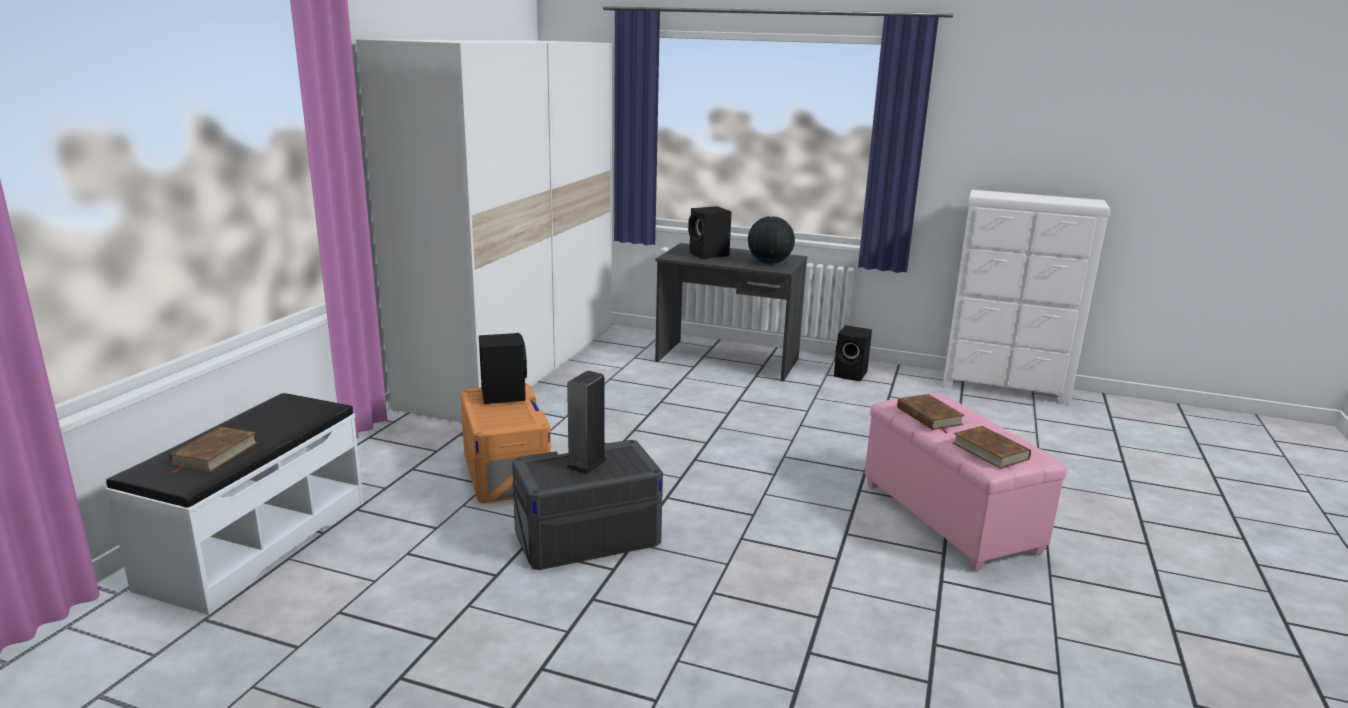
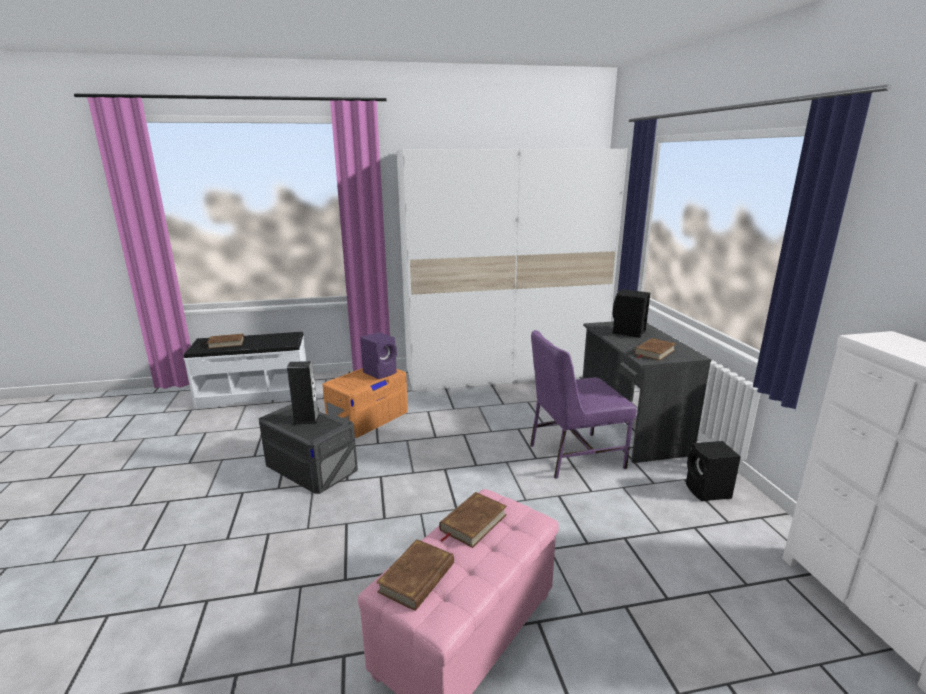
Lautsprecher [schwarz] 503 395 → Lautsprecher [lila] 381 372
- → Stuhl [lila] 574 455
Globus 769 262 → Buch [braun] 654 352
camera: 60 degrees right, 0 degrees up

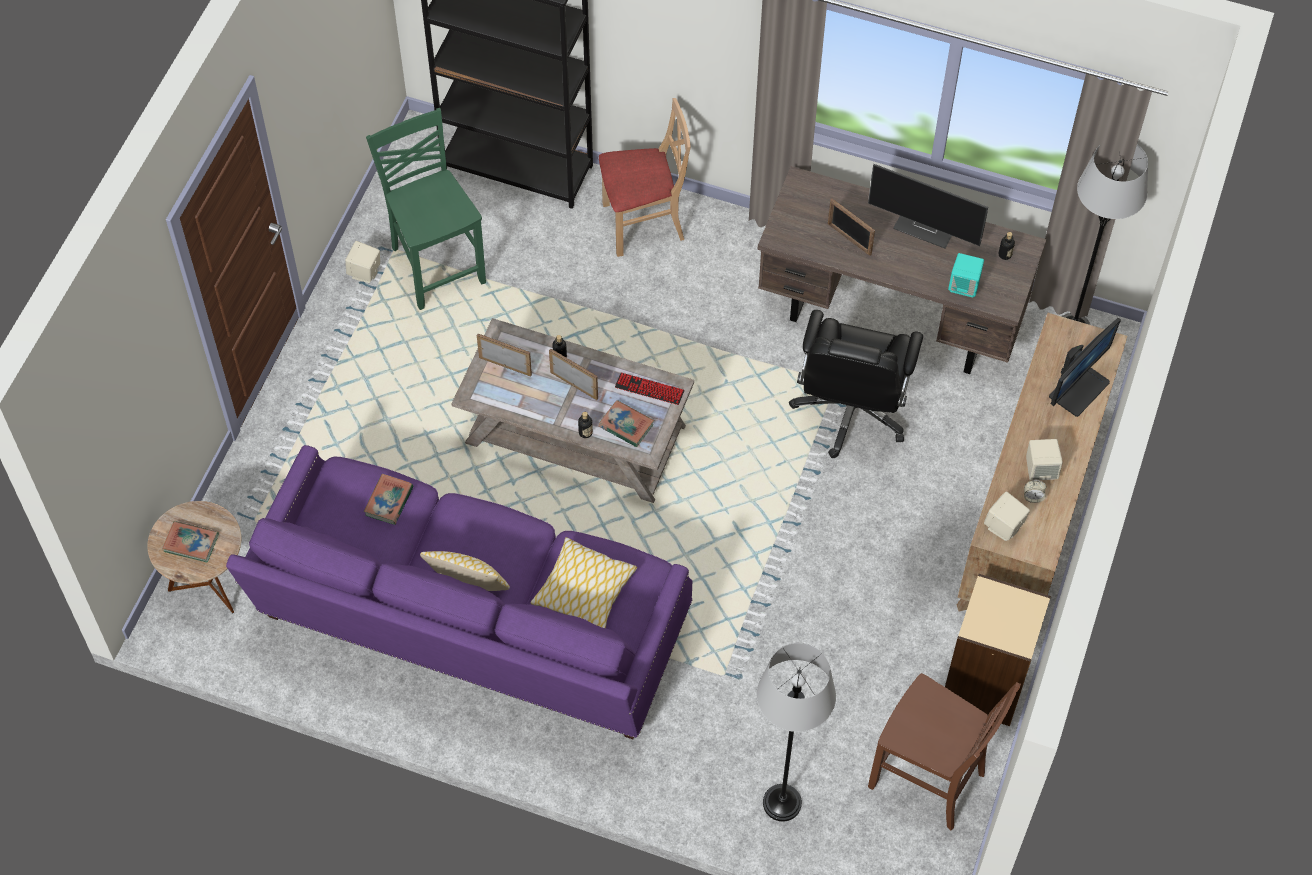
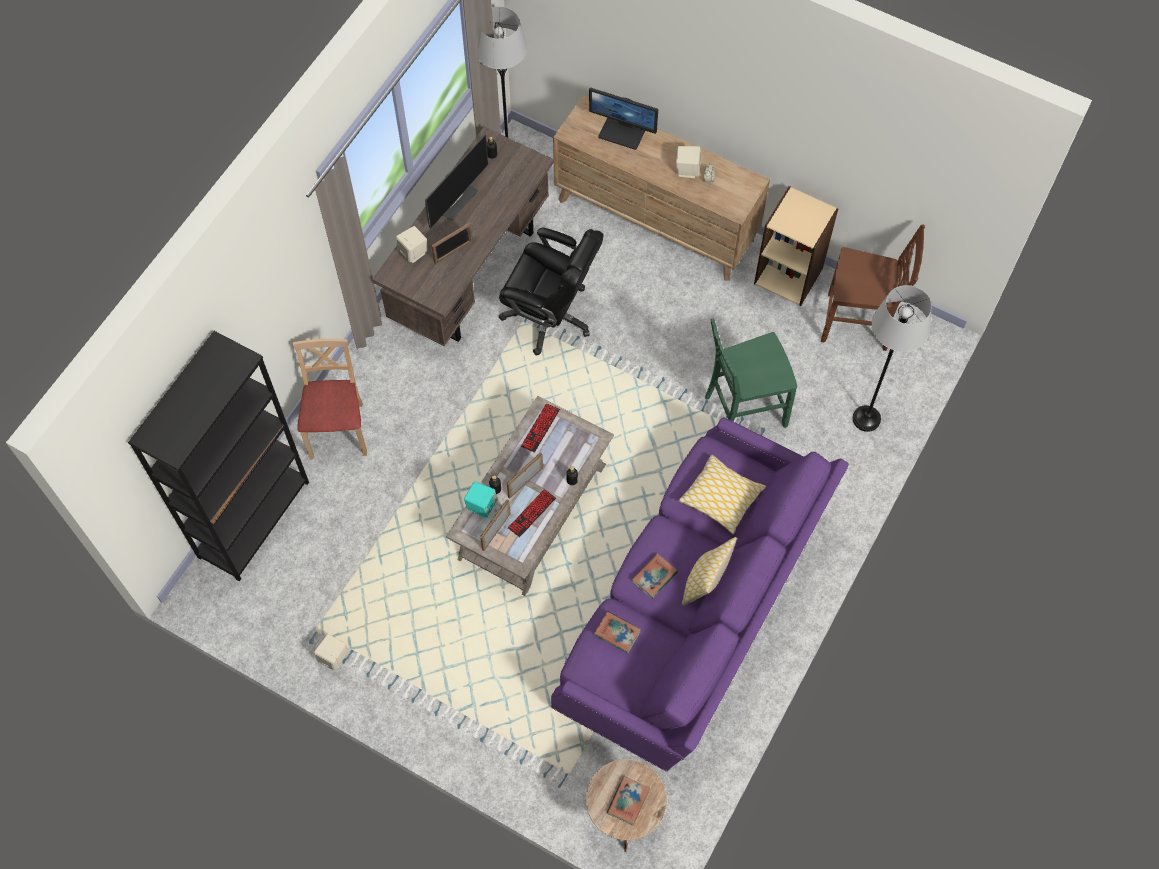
Lautsprecher [beige] 1004 527 → Lautsprecher [beige] 413 252, shifted
Lautsprecher [türkis] 964 286 → Lautsprecher [türkis] 481 505, shifted
- → Tastatur 532 513
Monitor 1078 388 → Monitor 622 133, 150 degrees clockwise
Buch 626 425 → Buch 654 577, shifted
Stuhl [grün] 436 264 → Stuhl [grün] 743 410, shifted
Stuhl [braun] 929 780 → Stuhl [braun] 858 324, 60 degrees clockwise
camera: 80 degrees left, 5 degrees up

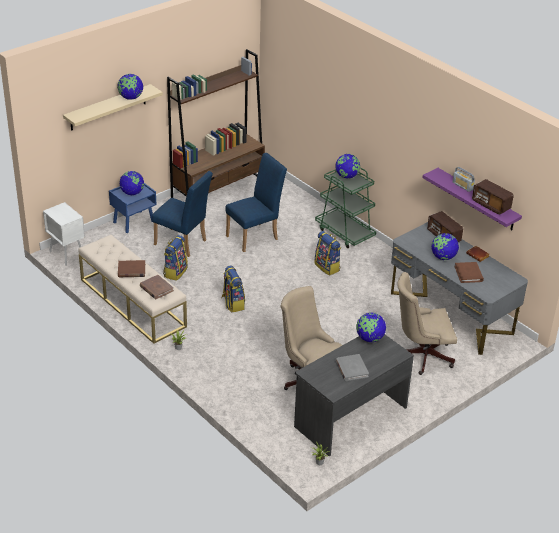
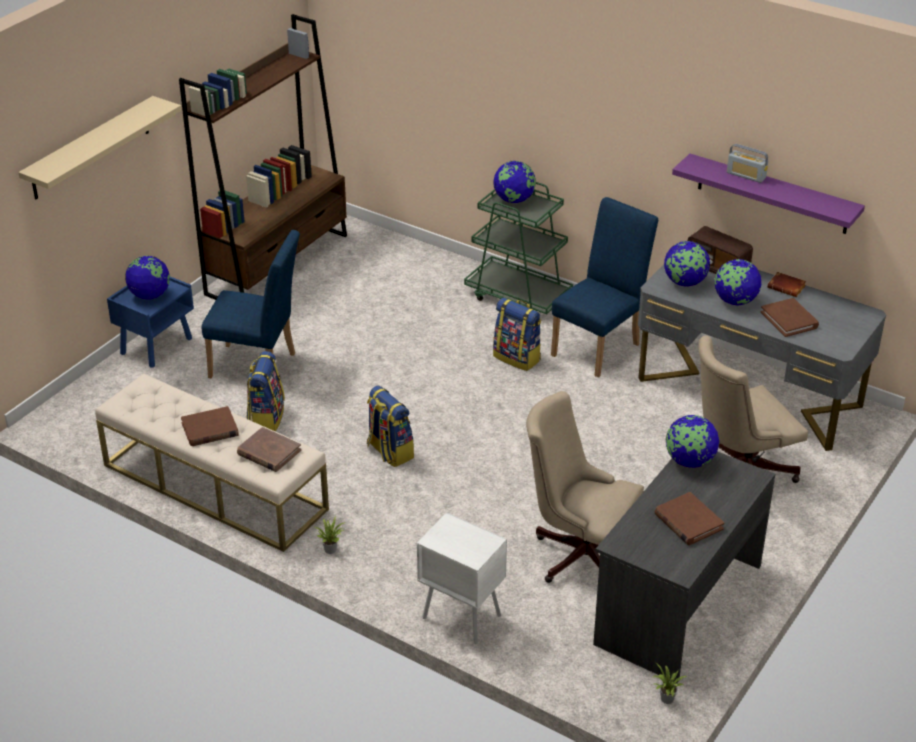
Nachttisch [weiß] 67 254 → Nachttisch [weiß] 460 616, shifted
Stuhl [blau] 255 236 → Stuhl [blau] 600 346, shifted
Buch [grau] 351 369 → Buch [braun] 688 521
Globus 130 98 → Globus 685 283, shifted
Radio 491 205 → -
camera: 15 degrees left, 0 degrees up

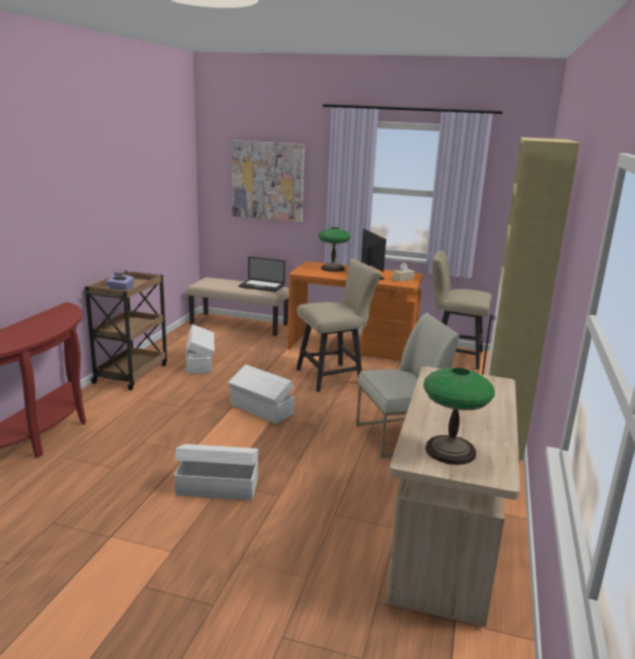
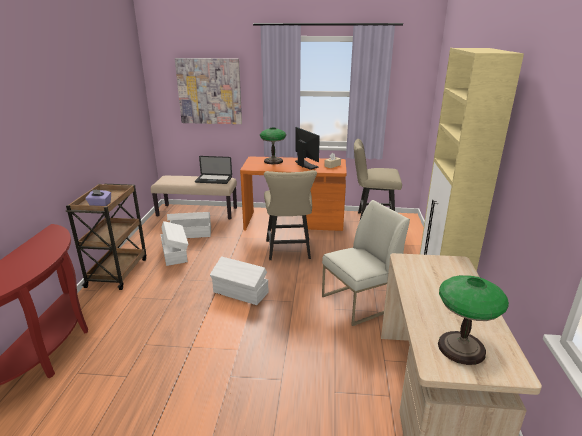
Aufbewahrungsbox [weiß] 217 487 → Aufbewahrungsbox [weiß] 190 233, shifted
Stuhl [beige] 334 376 → Stuhl [beige] 289 251, 120 degrees clockwise
camera: 10 degrees left, 5 degrees up

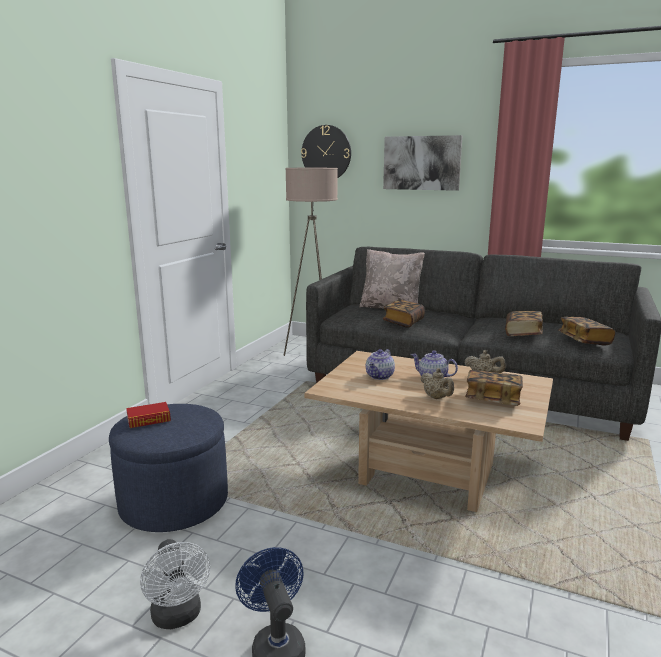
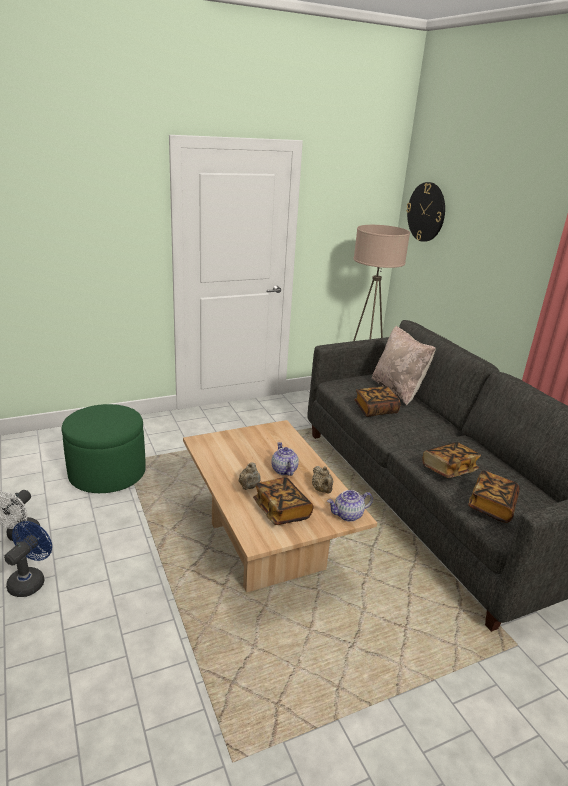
Polsterhocker [blau] 174 502 → Polsterhocker [grün] 107 473
Teekanne 380 376 → Teekanne 348 515, shifted
Buch 149 419 → -
Bild 422 163 → -
camera: 40 degrees right, 10 degrees up

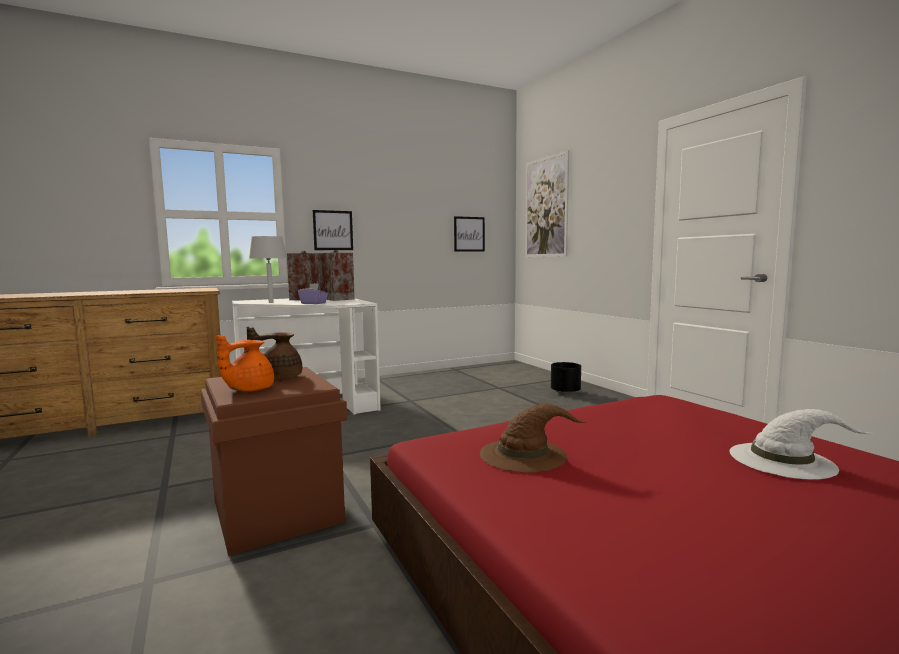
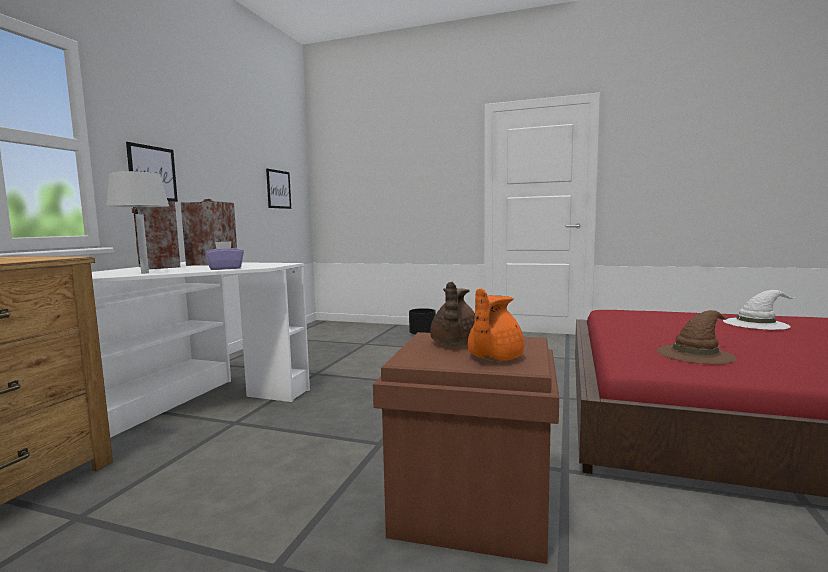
Teekanne [orange] 248 390 → Teekanne [orange] 493 358, 45 degrees clockwise
Bild 546 207 → -
camera: 45 degrees left, 0 degrees up

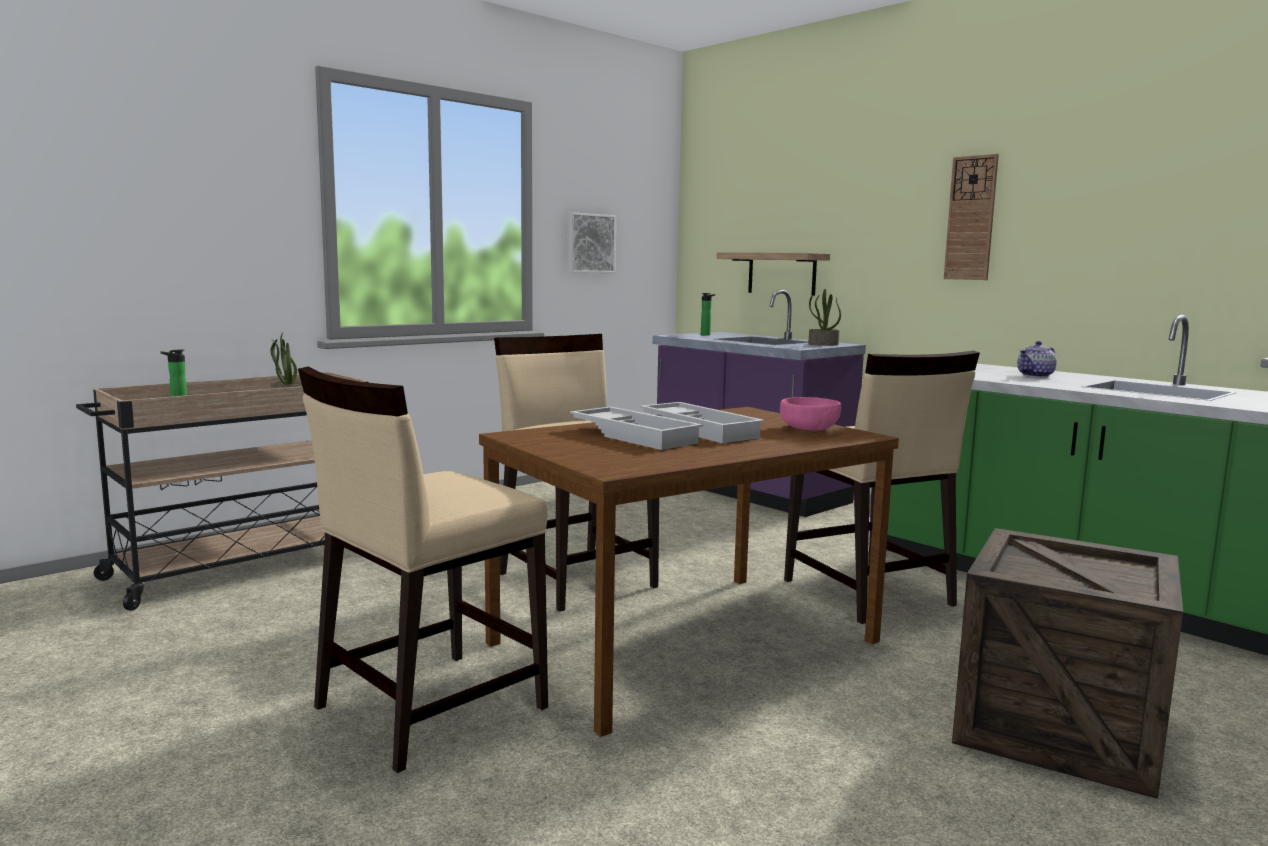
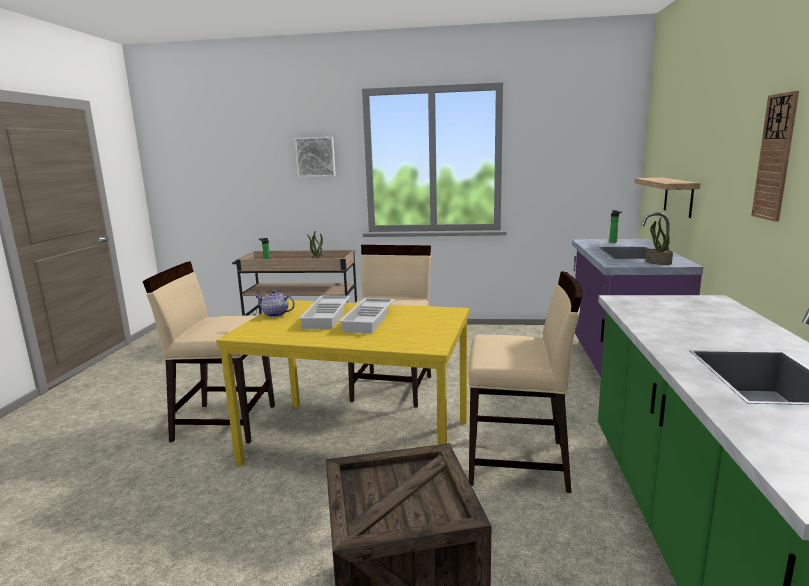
Esstisch [braun] 684 643 → Esstisch [gelb] 356 442
Teekanne 1036 375 → Teekanne 276 314, shifted
Bild 589 243 → Bild 315 157, shifted
Stuhl [beige] 867 593 → Stuhl [beige] 518 463, 105 degrees counterclockwise
Schüssel [rosa] 809 428 → -
camera: 50 degrees right, 5 degrees up

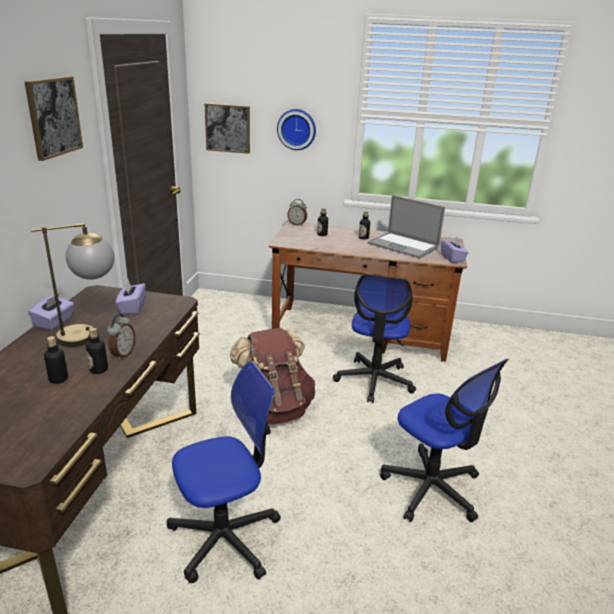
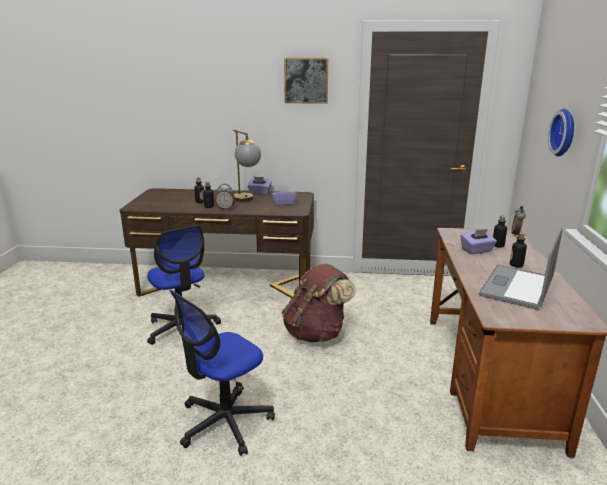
Taschentuchbox [lila] 452 258 → Taschentuchbox [lila] 477 250, shifted
Bild 228 128 → -
Bürostuhl 374 380 → -
camera: 85 degrees right, 5 degrees down

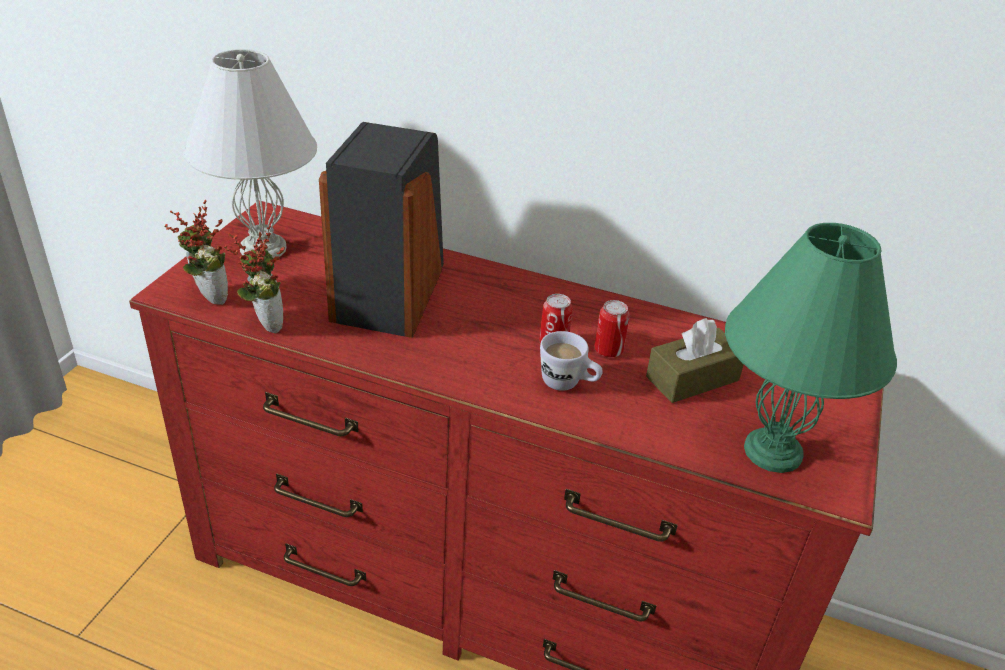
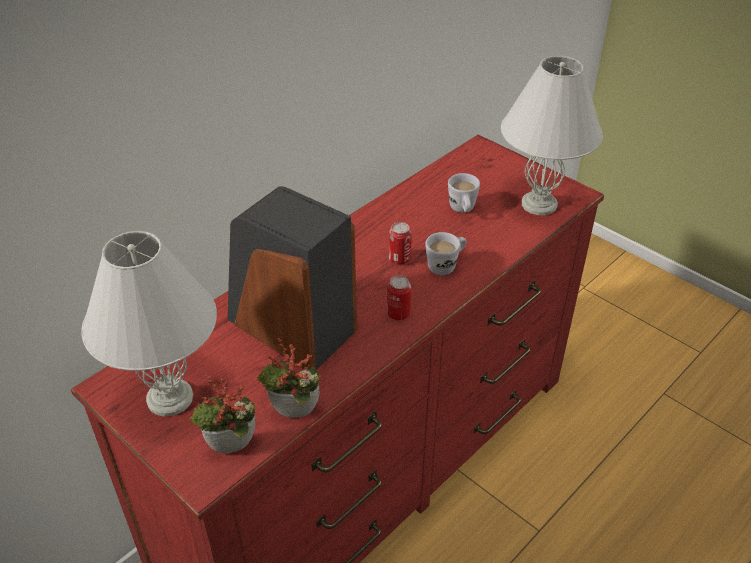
Dose 608 350 → Dose 398 313, shifted
Taschentuchbox [braun] 692 378 → Henkelbecher [weiß] 462 210
Tischlampe [grün] 772 450 → Tischlampe [weiß] 538 204
camera: 65 degrees left, 5 degrees up

